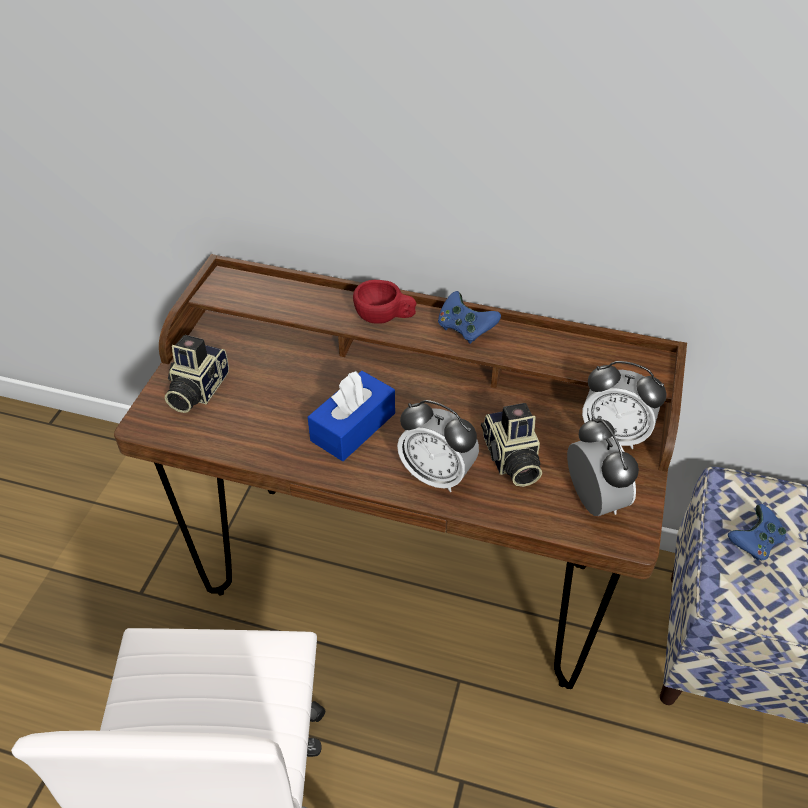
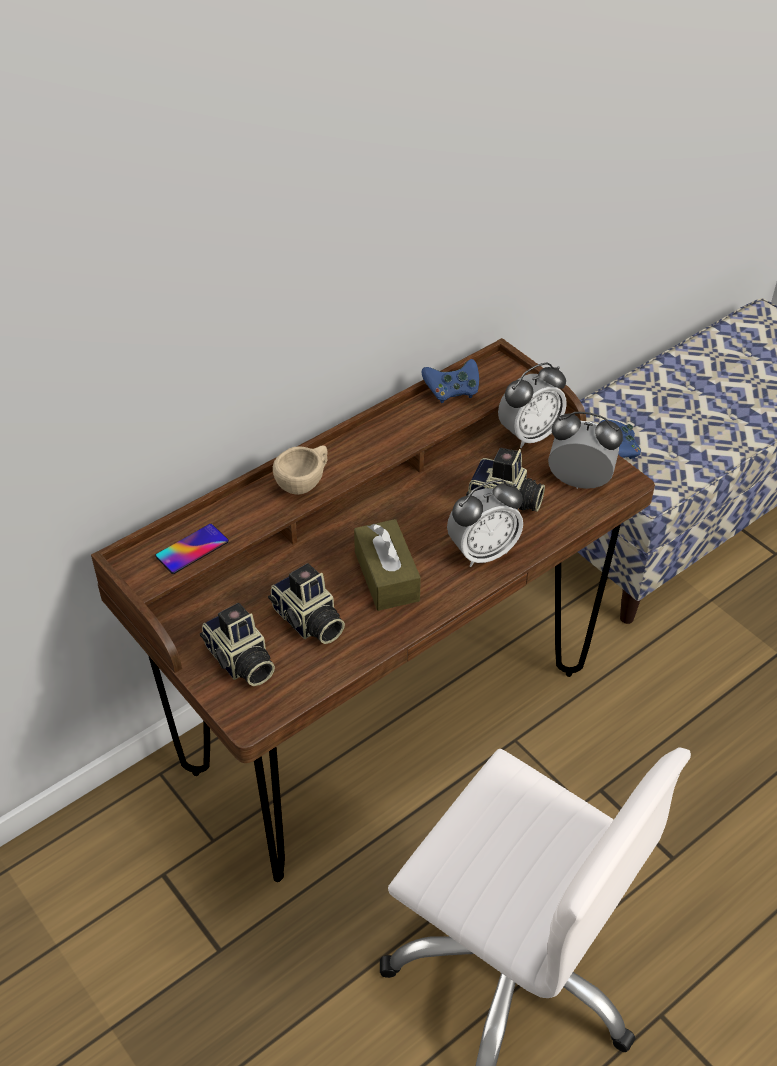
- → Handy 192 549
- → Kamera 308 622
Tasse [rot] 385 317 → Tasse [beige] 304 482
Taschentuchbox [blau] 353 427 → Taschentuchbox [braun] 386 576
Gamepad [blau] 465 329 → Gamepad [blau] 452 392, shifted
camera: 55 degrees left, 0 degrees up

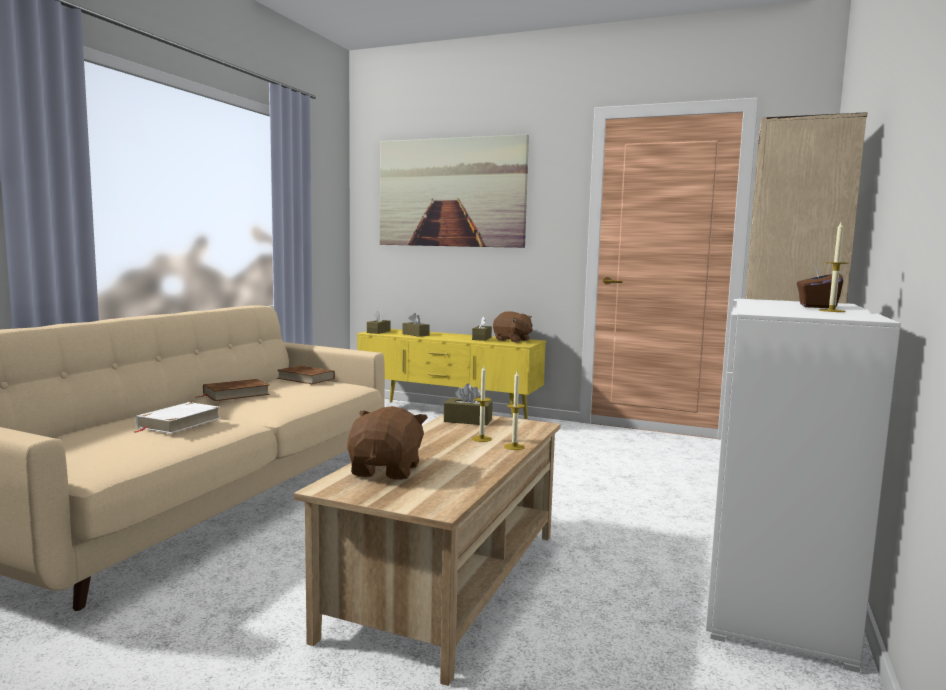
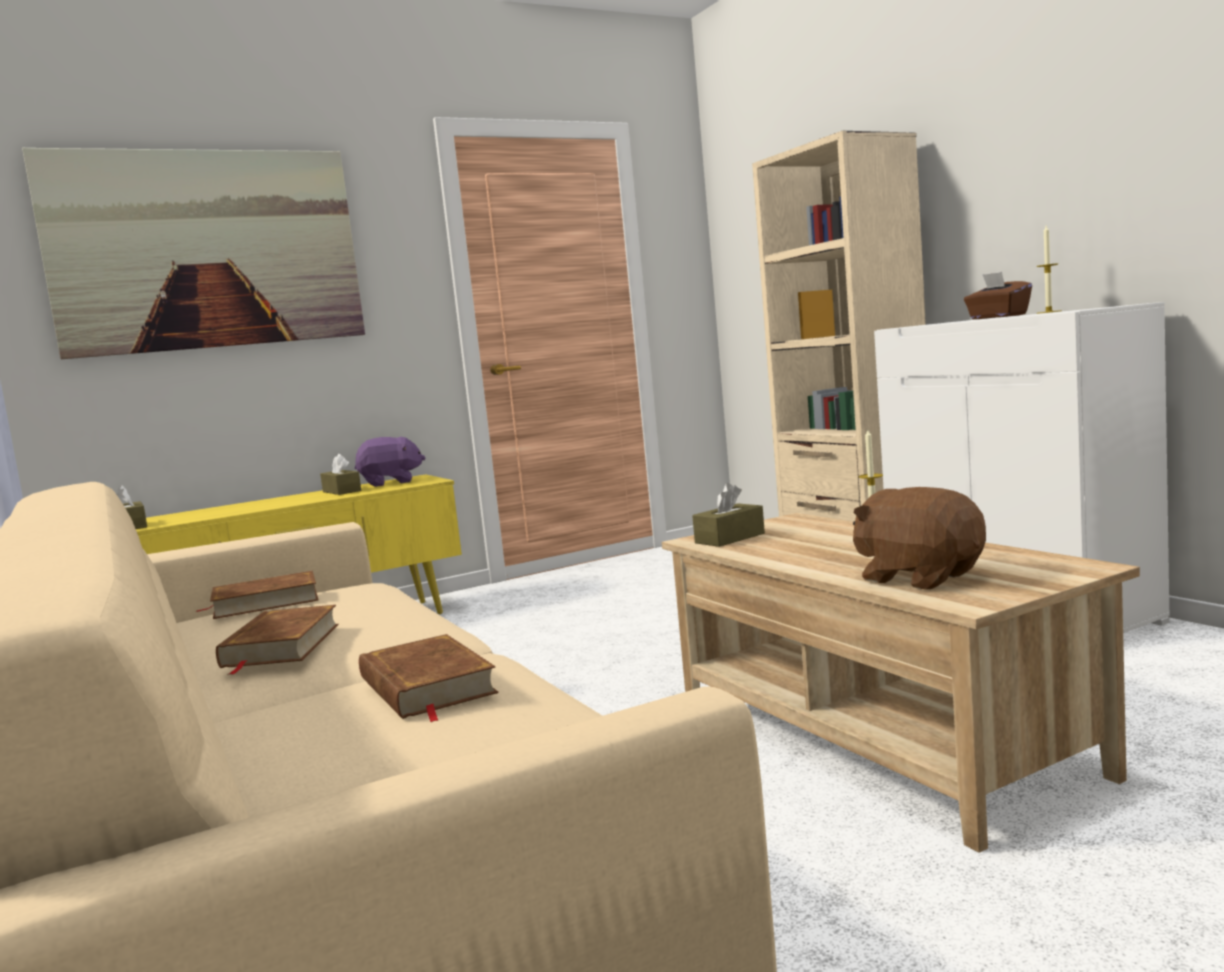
Plüschtier [braun] 512 340 → Plüschtier [lila] 391 483
Buch [weiß] 179 423 → Buch [braun] 426 686
Taschentuchbox [braun] 415 334 → -
Kerze 481 439 → -
camera: 50 degrees left, 0 degrees up

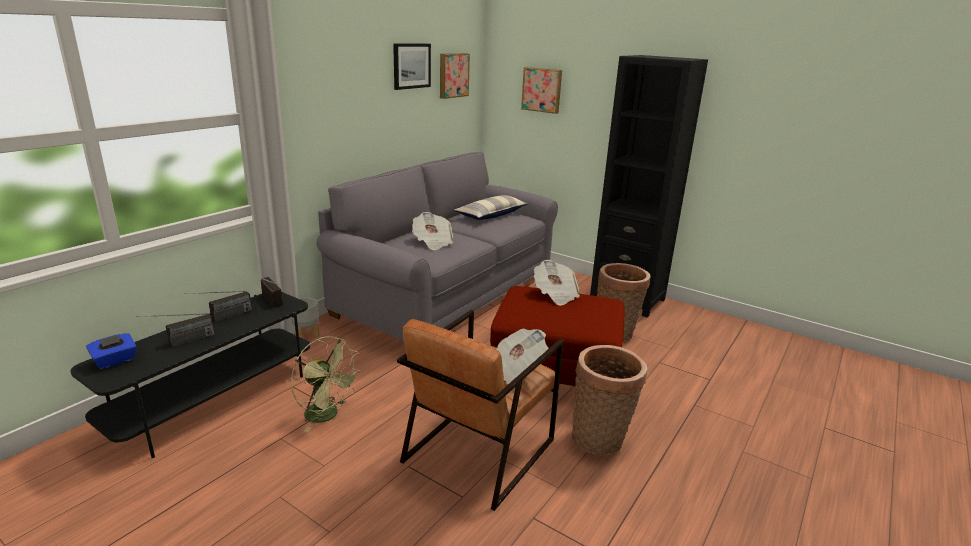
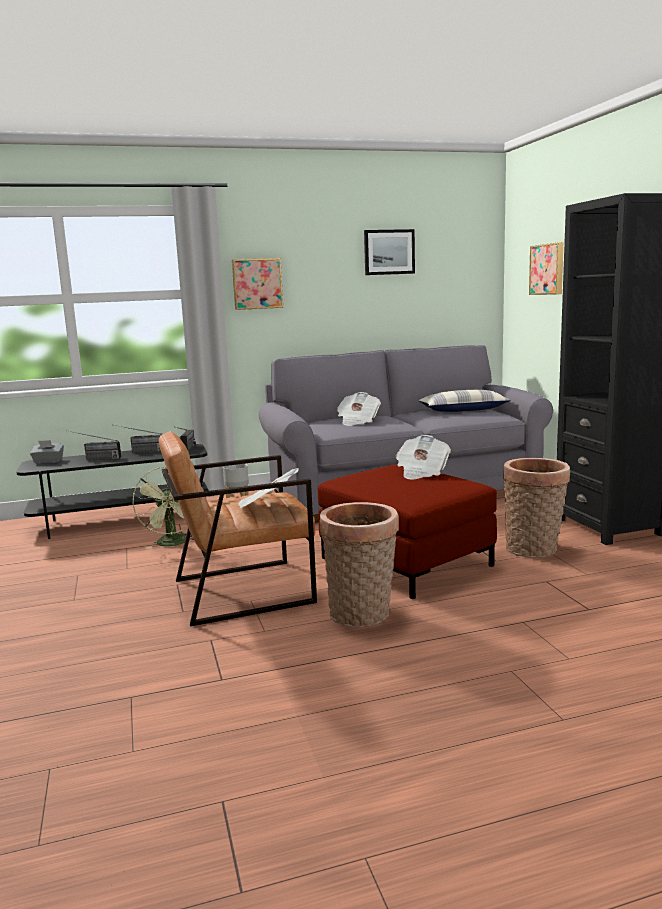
Taschentuchbox [blau] 115 361 → Taschentuchbox [grau] 48 461
Bild 452 75 → Bild 257 284, shifted
camera: 40 degrees right, 10 degrees down

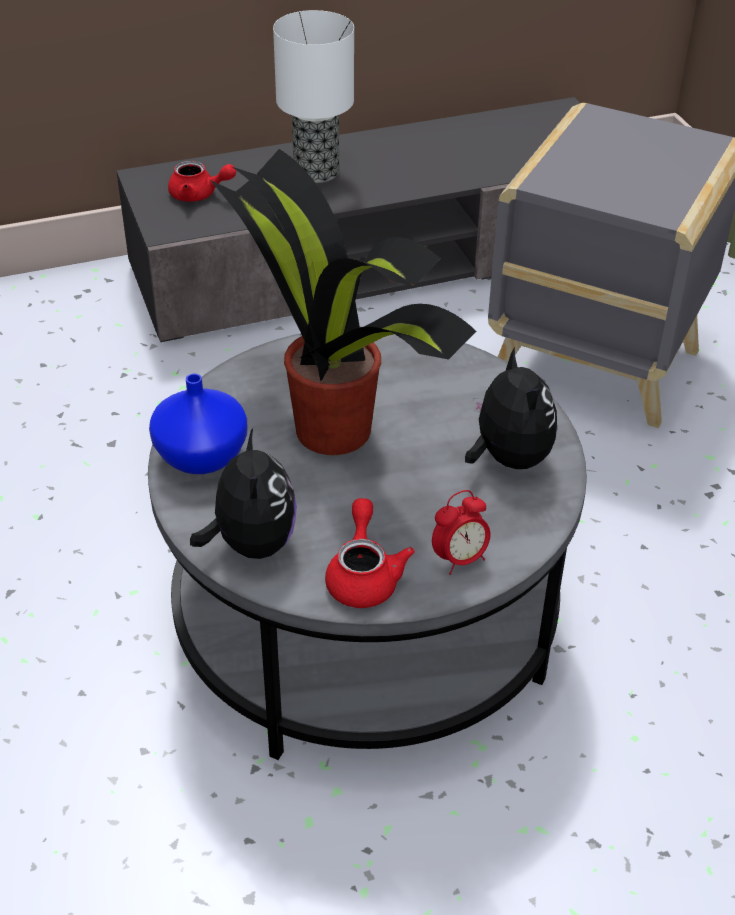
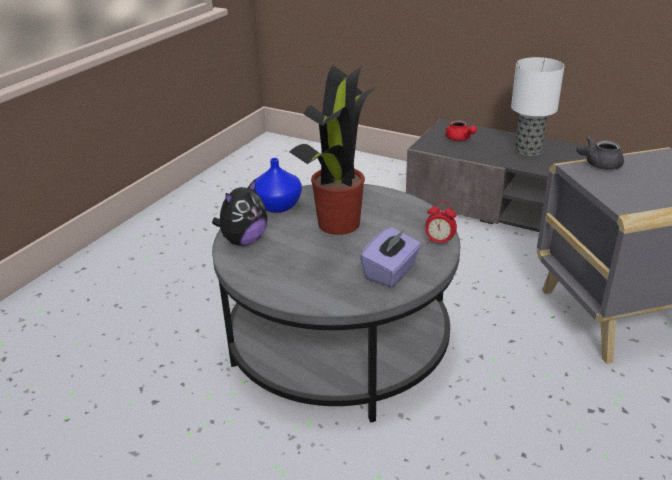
Plüschtier 507 458 → Taschentuchbox [lila] 391 272
Wecker 460 559 → Wecker 439 242, shifted
- → Teekanne [grau] 598 165
Teekanne [rot] 364 576 → -
camera: 50 degrees right, 10 degrees down

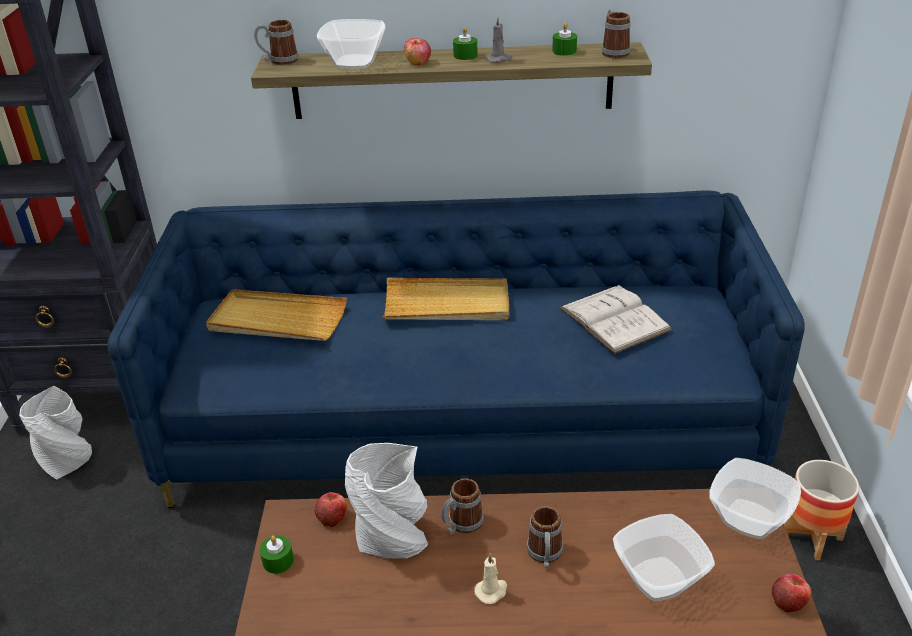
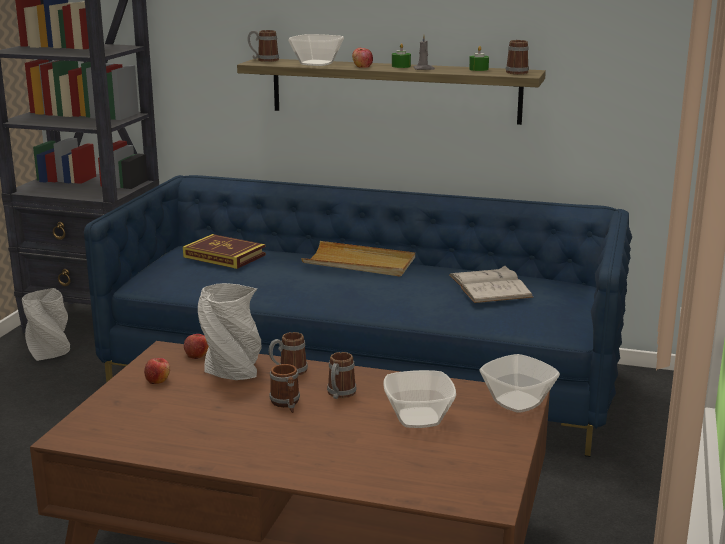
Apfel 788 602 → Apfel 158 380, shifted
Tablett [beige] 277 320 → Buch 224 256
Kerze [beige] 492 591 → Henkelbecher 286 404
Kerze [grün] 278 561 → -
Pflanzkübel 811 537 → -
camera: 15 degrees right, 15 degrees down

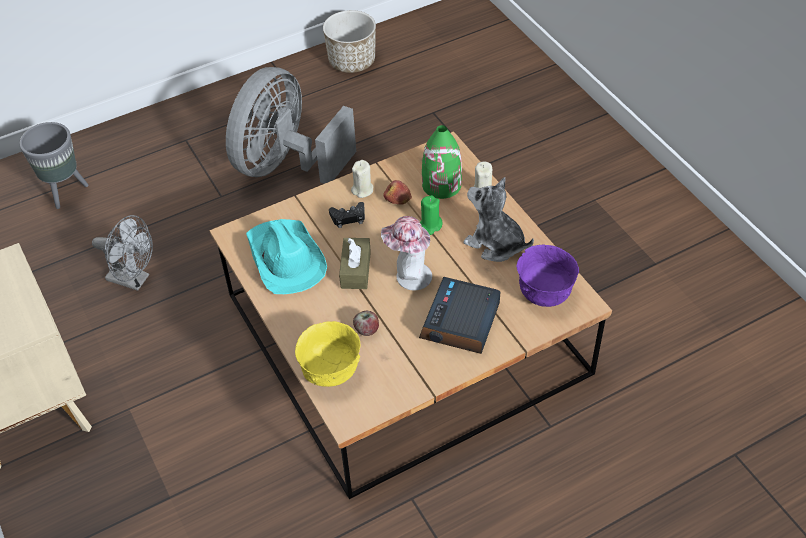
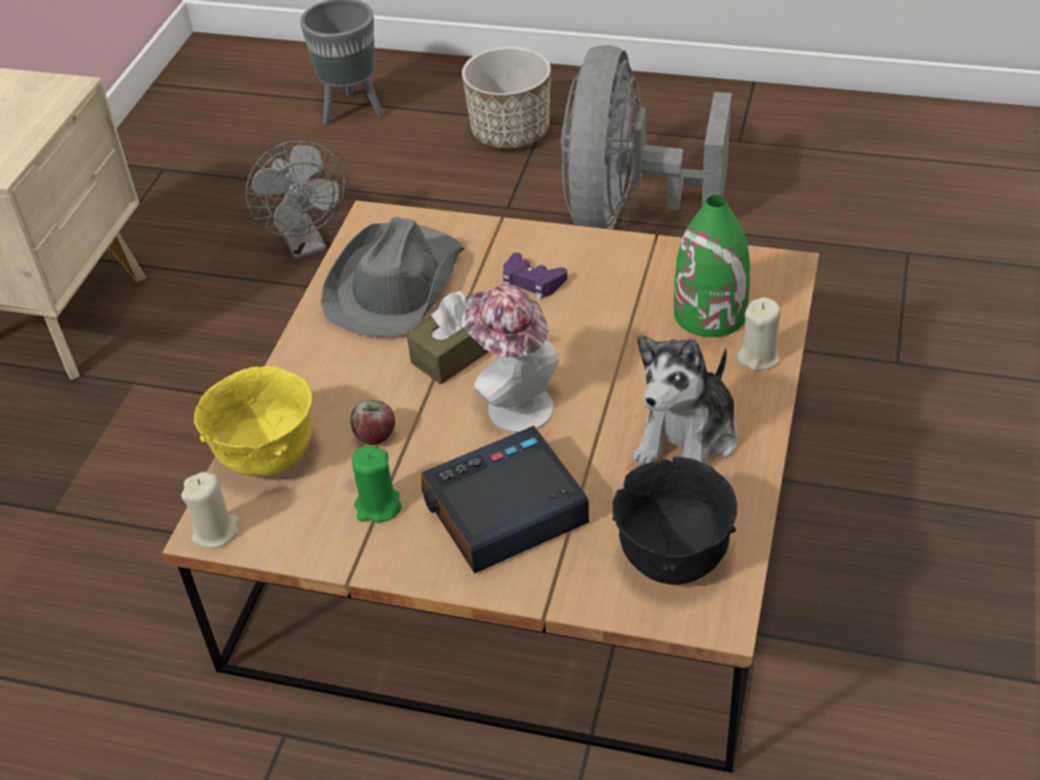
Kerze [beige] 362 190 → Kerze [beige] 216 531, shifted
Hut [türkis] 285 258 → Hut [grau] 394 284
Kerze [grün] 430 225 → Kerze [grün] 378 507, shifted
Pflanzkübel 352 61 → Pflanzkübel 510 133, shifted
Gamepad [schwarz] 348 217 → Gamepad [lila] 532 282
Ventilator [grau] 286 165 → Ventilator [grau] 627 213, 60 degrees counterclockwise
Schüssel [lila] 544 294 → Schüssel [schwarz] 673 557
Plüschtier 495 244 → Plüschtier 688 439, 135 degrees counterclockwise
Apfel 397 198 → -
camera: 45 degrees right, 5 degrees down

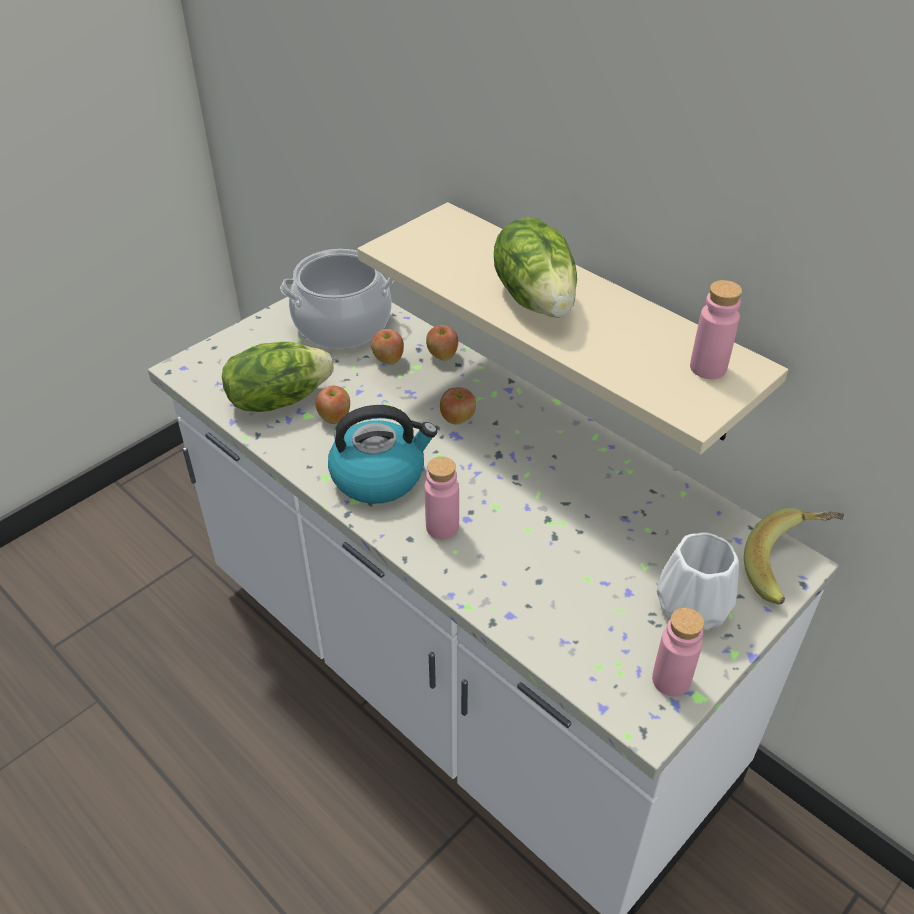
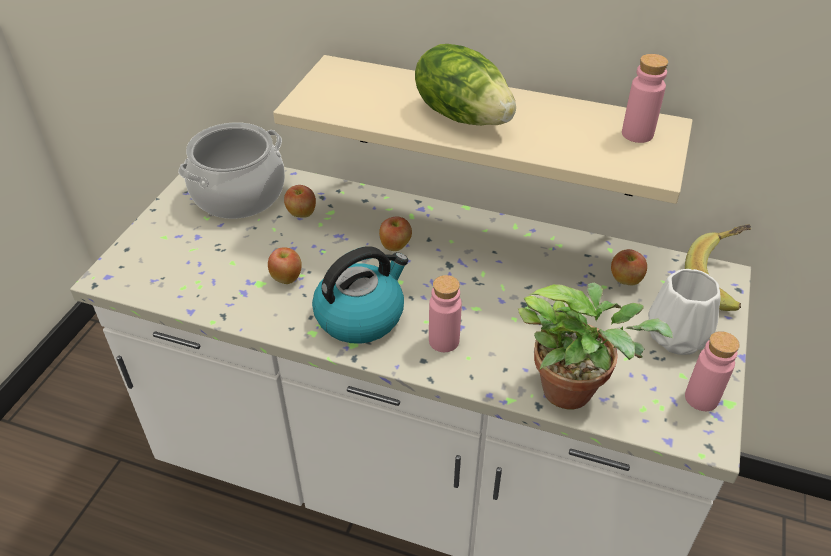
- → Topfpflanze 574 390
Apfel 442 356 → Apfel 625 280, shifted
Salatkopf 278 399 → -
camera: 25 degrees left, 0 degrees up

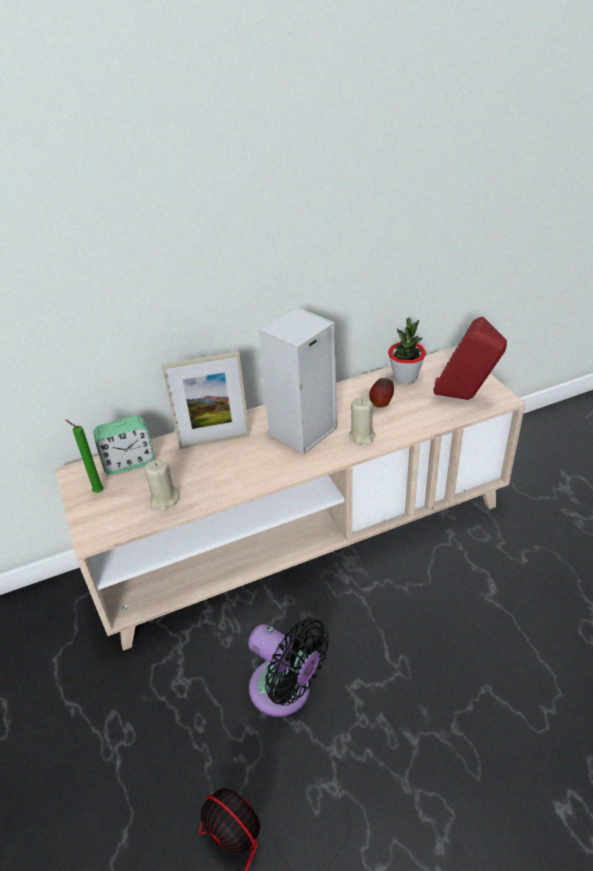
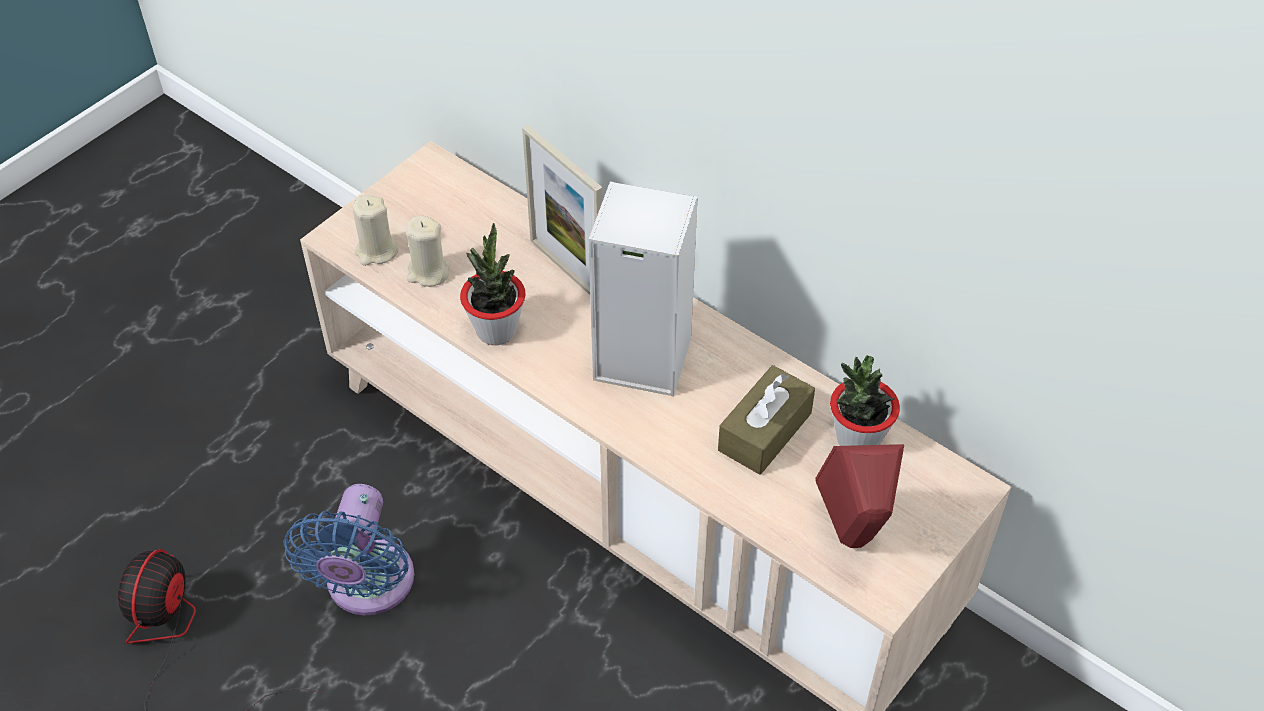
Ventilator [schwarz] 285 691 → Ventilator [blau] 367 586
Kerze [beige] 362 436 → Kerze [beige] 376 251, shifted
- → Topfpflanze 496 330
Apfel 381 404 → Taschentuchbox [braun] 765 432
Kerze [grün] 97 492 → -
Wecker 129 462 → -
camera: 60 degrees right, 10 degrees up

